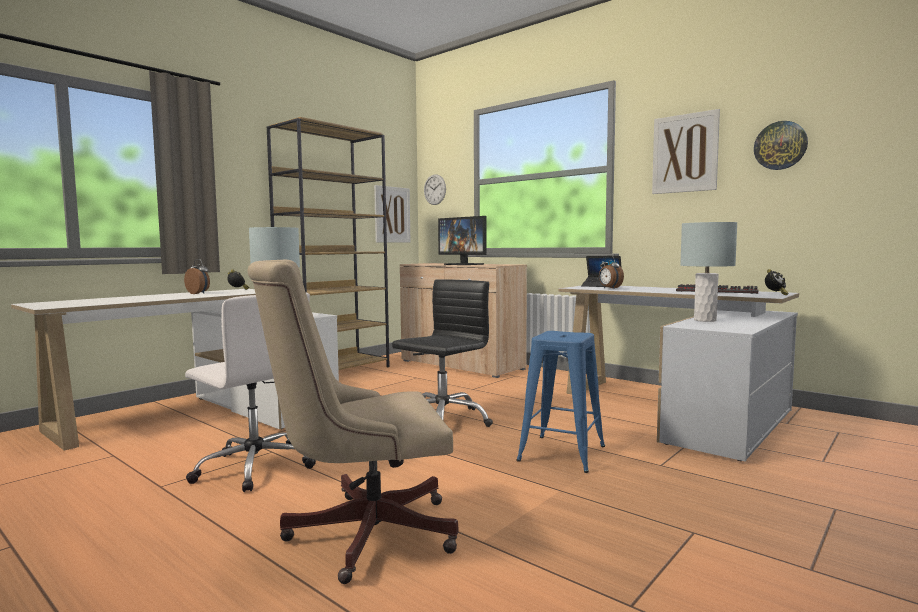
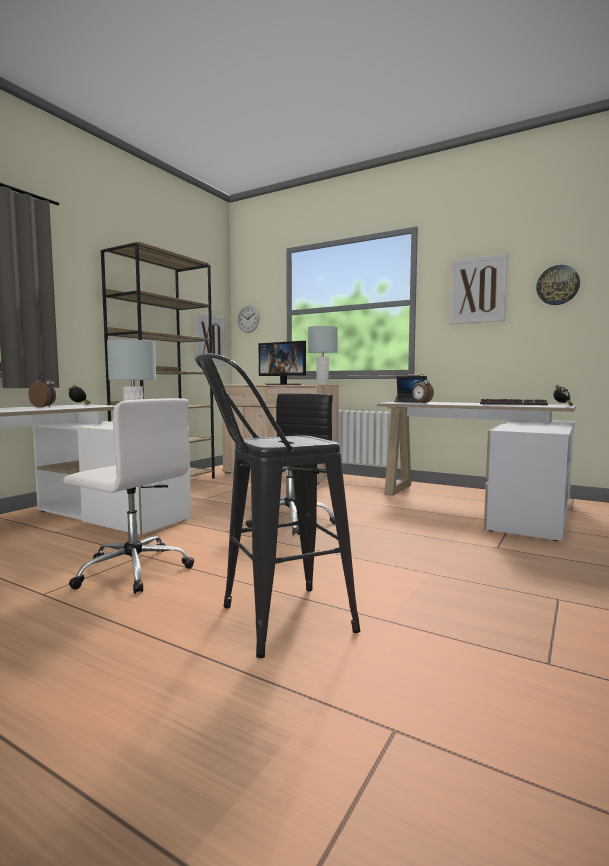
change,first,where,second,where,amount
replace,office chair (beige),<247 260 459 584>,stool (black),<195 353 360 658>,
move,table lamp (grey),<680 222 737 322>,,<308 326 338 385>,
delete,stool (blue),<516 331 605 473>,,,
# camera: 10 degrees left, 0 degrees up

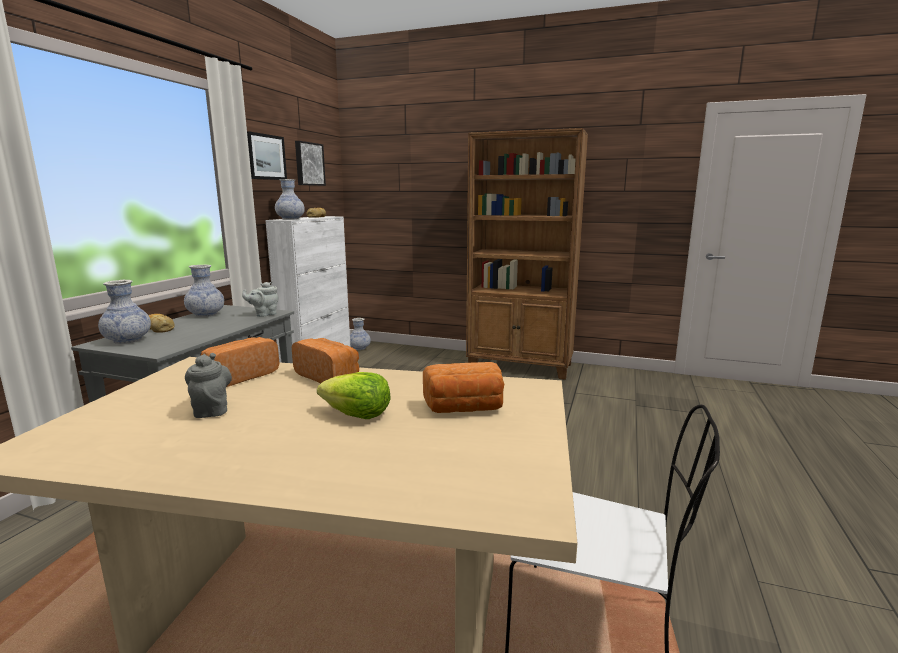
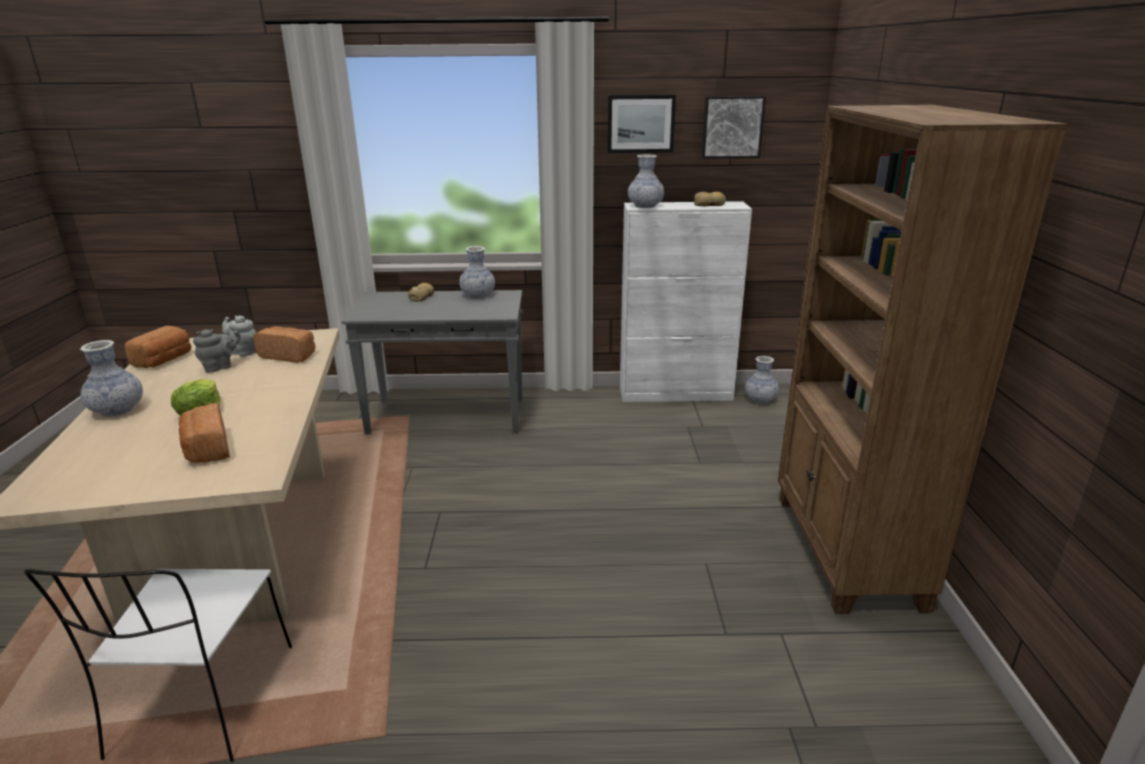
change,first,where,second,where,amount
move,vase,<98 280 151 344>,,<80 340 143 417>,
move,bread,<292 338 359 384>,,<125 326 191 368>,
move,teapot (grey),<242 282 278 317>,,<222 316 256 357>,
# camera: 70 degrees right, 10 degrees up

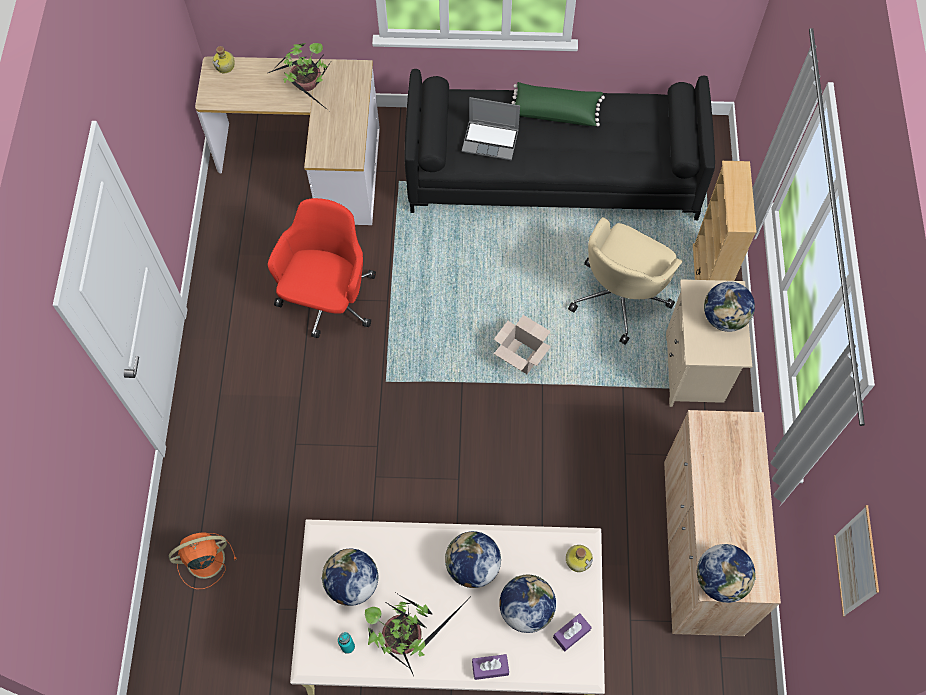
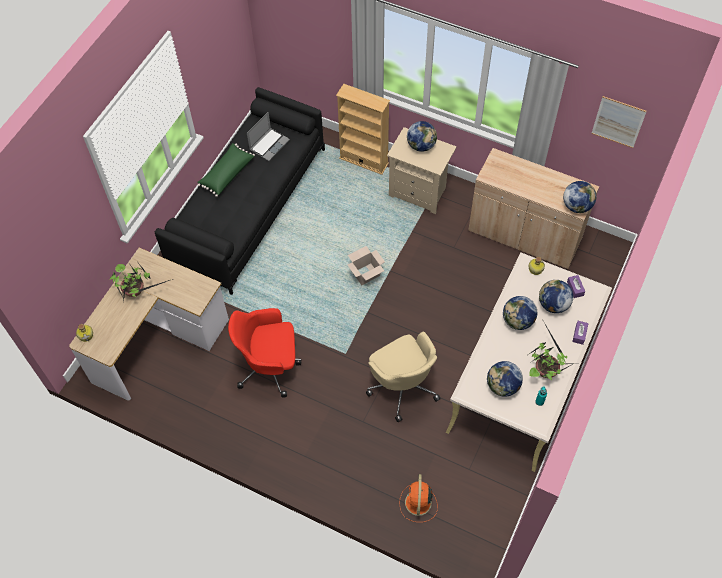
change,first,where,second,where,amount
rotate,office chair (red),<268 198 376 338>,,<228 308 301 398>,45 degrees counterclockwise
move,laptop,<462 97 520 160>,,<247 112 290 161>,
move,office chair (beige),<568 217 683 345>,,<366 332 440 422>,
# camera: 65 degrees left, 5 degrees down

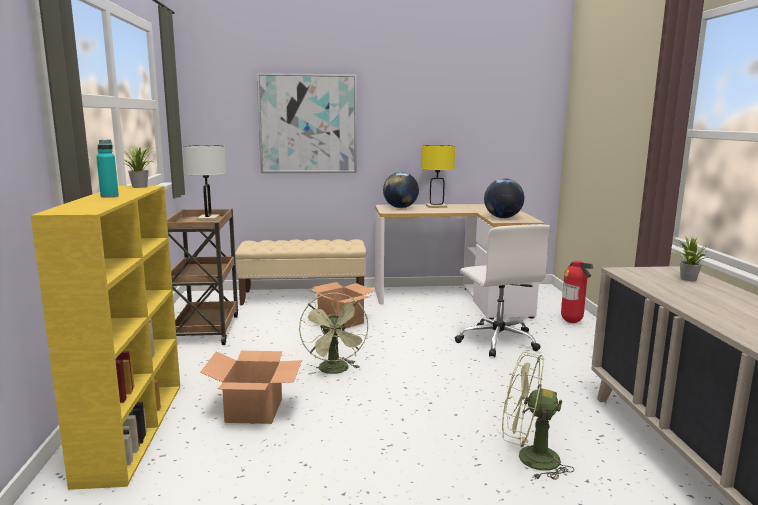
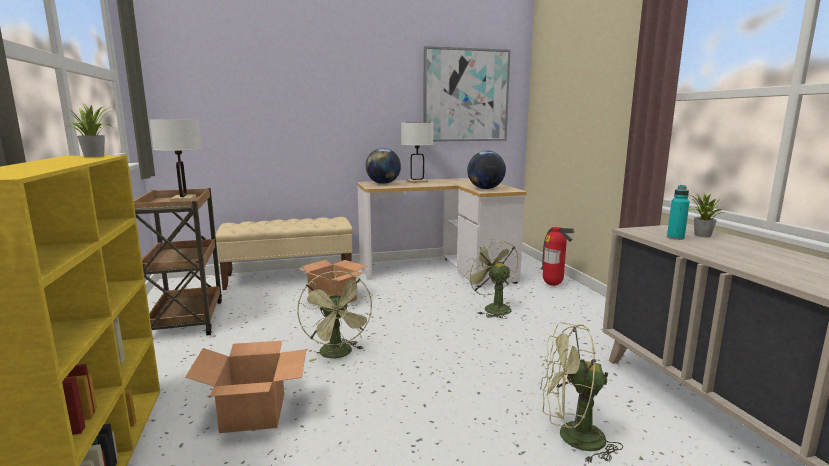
change,first,where,second,where,amount
recolor,table lamp (yellow),<421 145 455 208>,table lamp (white),<401 122 434 183>,
move,picture,<257 73 357 173>,,<423 46 511 142>,
replace,office chair (white),<455 224 550 357>,fan (green),<465 238 519 319>,
move,bottle (turquoise),<96 139 119 198>,,<667 185 690 240>,
# camera: 10 degrees left, 0 degrees up

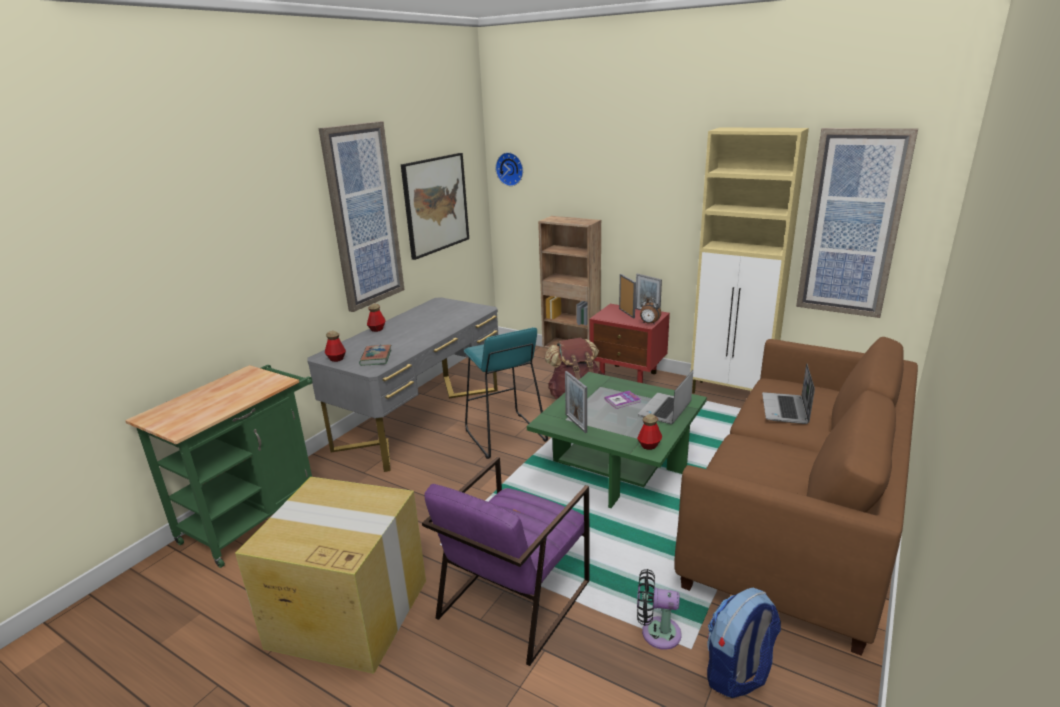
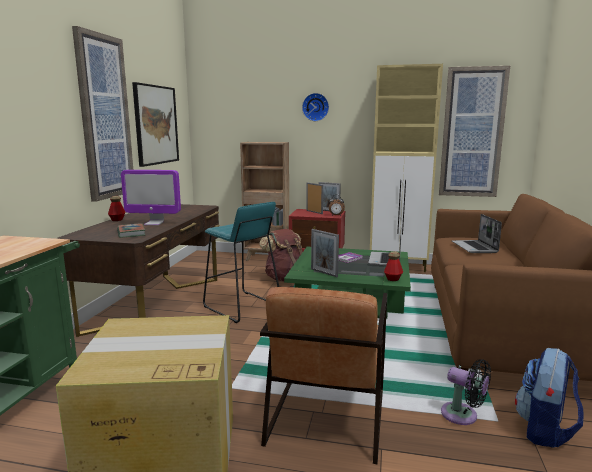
change,first,where,second,where,amount
recolor,desk (grey),<307 297 498 472>,desk (brown),<58 204 220 337>,
insert,,,monitor,<121 170 181 225>,
recolor,armchair (purple),<422 457 590 666>,armchair (brown),<260 285 387 464>,
move,wall clock,<496 152 523 186>,,<302 93 329 121>,
rotate,fan (black),<637 569 682 650>,,<441 359 491 425>,135 degrees counterclockwise
delete,bottle,<325 331 346 362>,,,
# camera: 20 degrees left, 10 degrees down

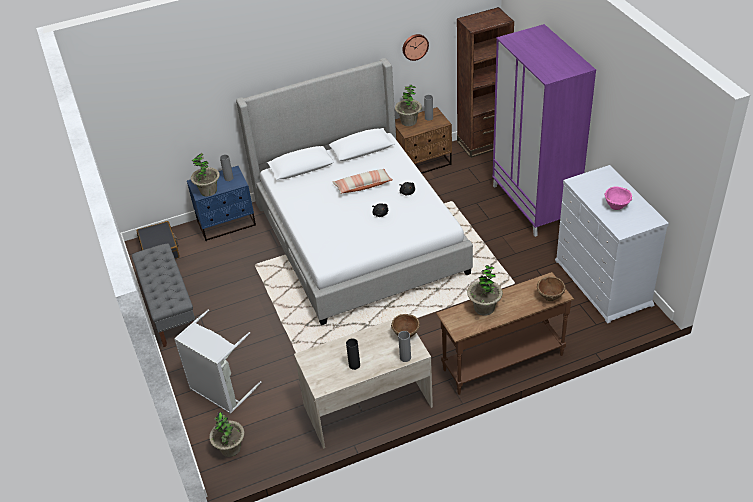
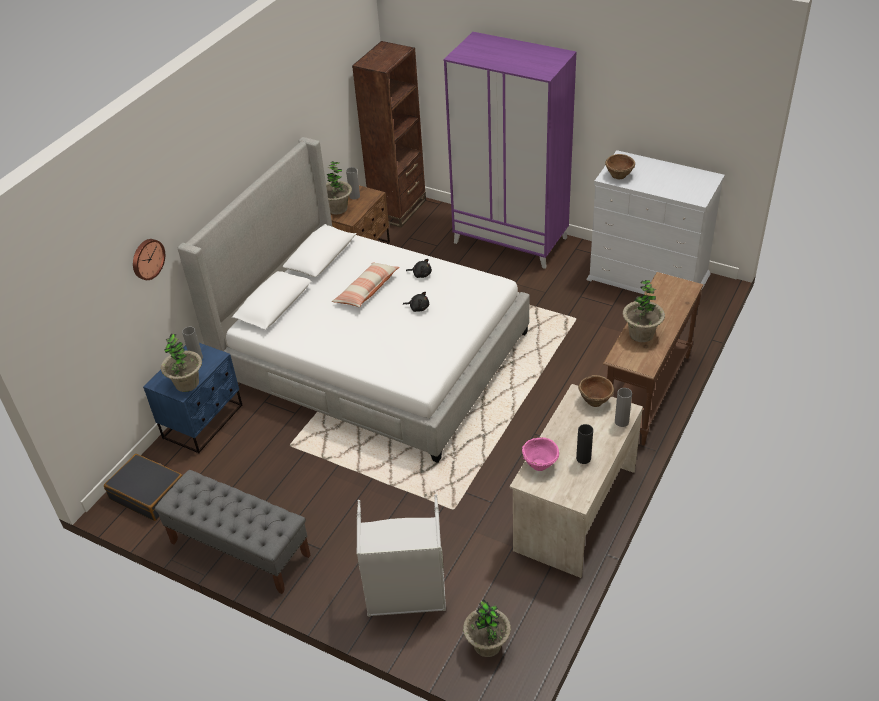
change,first,where,second,where,amount
move,wall clock,<402 34 429 61>,,<133 239 165 280>,
move,bowl (pink),<604 186 632 210>,,<522 437 559 471>,
move,bowl (brown),<537 276 566 301>,,<605 154 635 179>,
# camera: 40 degrees left, 0 degrees up

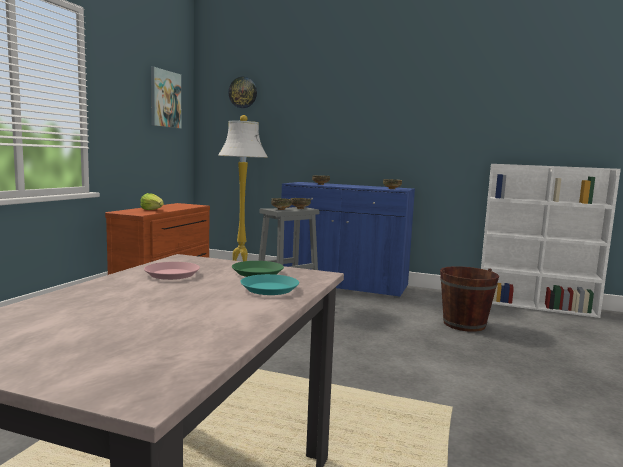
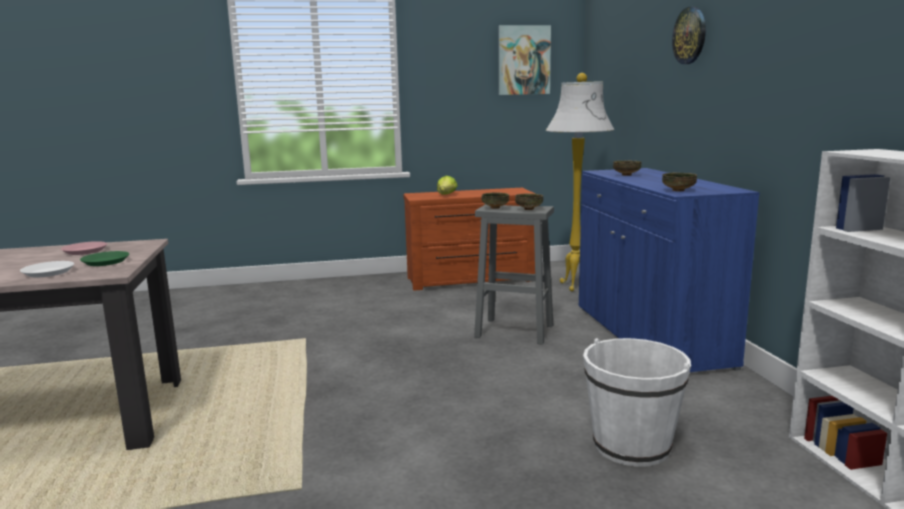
change,first,where,second,where,amount
recolor,plate (turquoise),<240 274 299 295>,plate (white),<20 261 74 277>,
recolor,bucket (brown),<440 266 499 332>,bucket (white),<583 338 691 467>,
move,wall clock,<228 77 257 108>,,<672 7 706 64>,
# camera: 60 degrees right, 5 degrees up

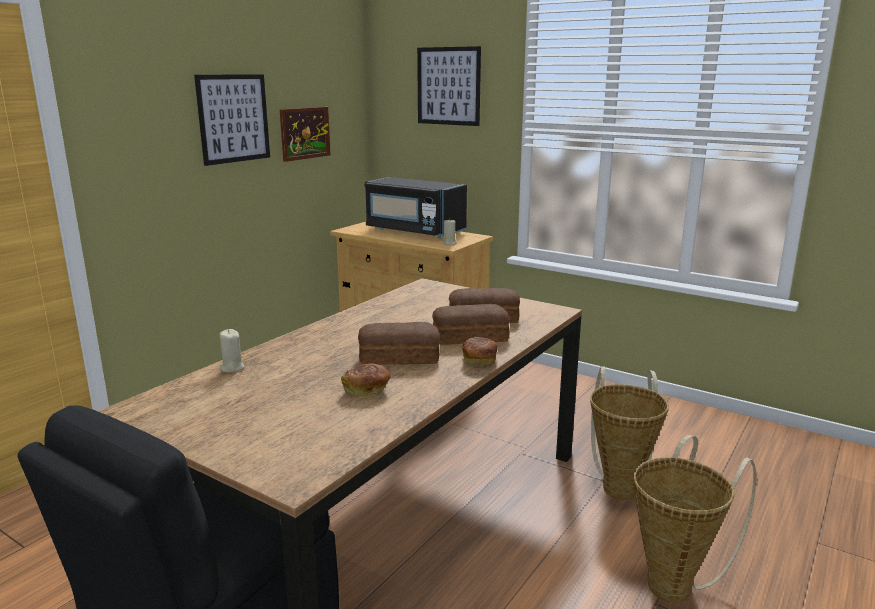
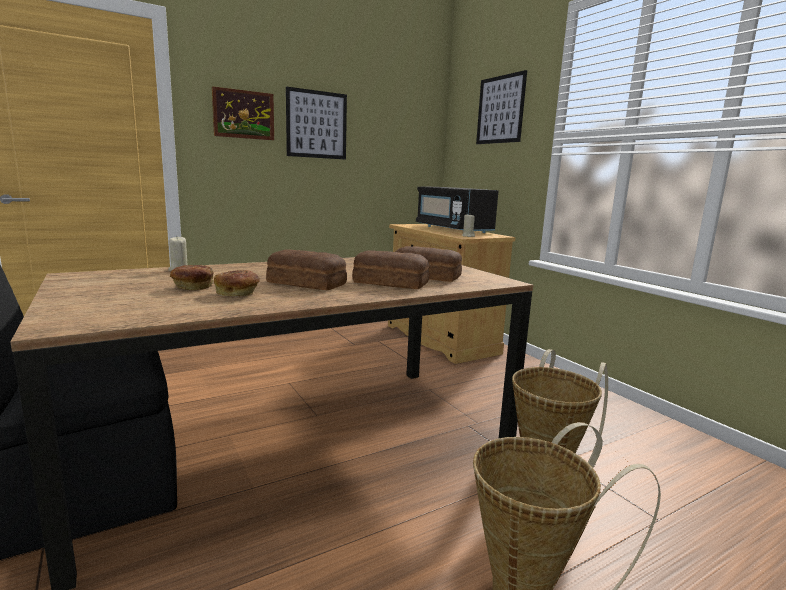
change,first,where,second,where,amount
move,bread,<461 337 498 366>,,<170 265 214 290>,
move,picture,<280 107 331 162>,,<212 86 274 140>,
# camera: 25 degrees right, 5 degrees down

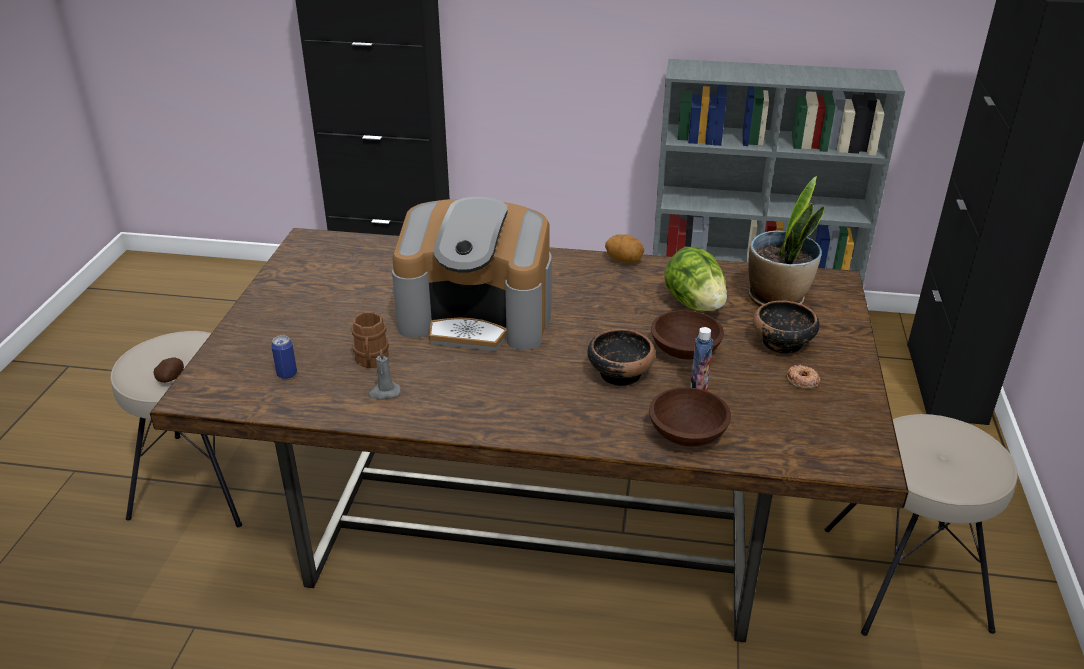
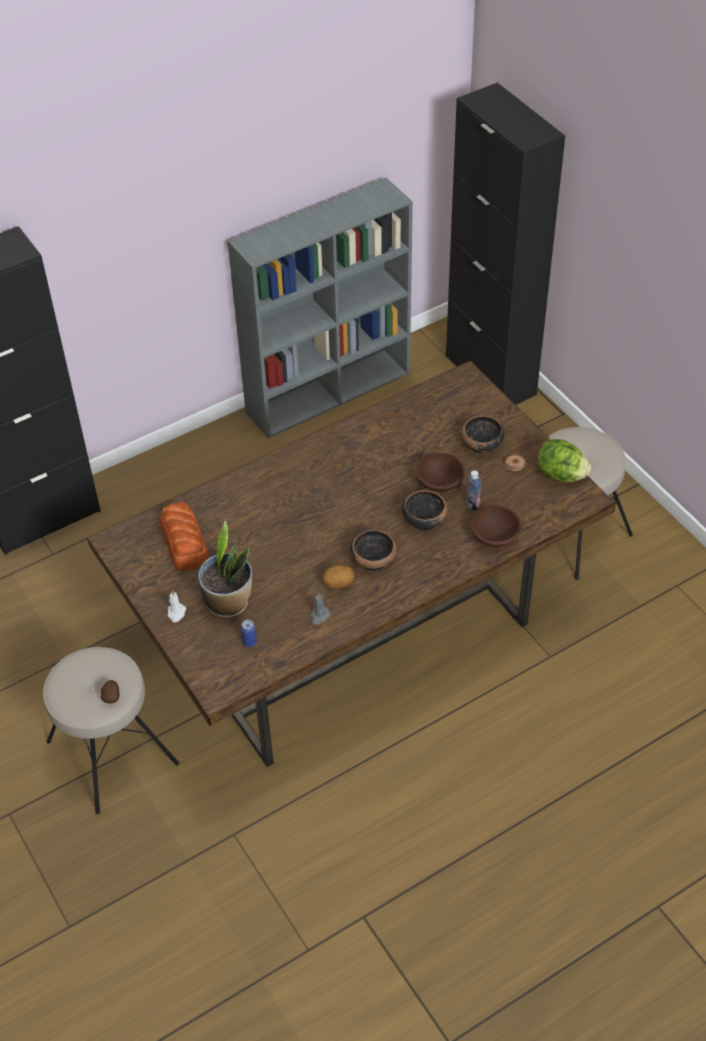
change,first,where,second,where,amount
insert,,,bread,<160 502 210 571>,
insert,,,candle (white),<167 590 186 622>,
move,potted plant,<748 176 825 306>,,<198 520 252 618>,
move,potato,<605 234 644 263>,,<322 565 355 588>,
insert,,,bowl,<350 529 397 572>,
move,lettuce,<664 247 727 311>,,<537 439 591 482>,
delete,mug (brown),<352 312 389 368>,,,
delete,coffee machine,<392 197 552 352>,,,
# camera: 40 degrees left, 15 degrees up

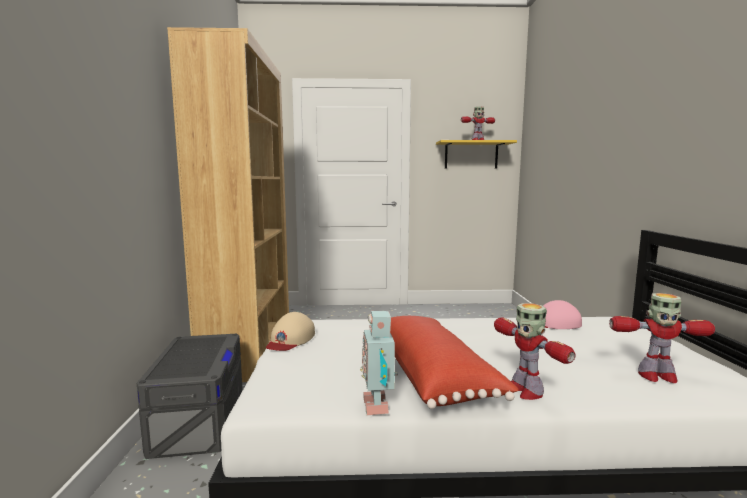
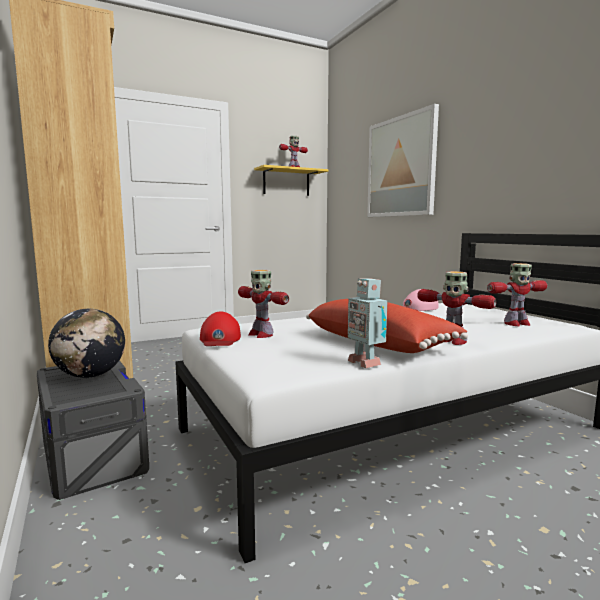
change,first,where,second,where,amount
insert,,,globe,<48 309 125 378>,
recolor,cap (beige),<266 312 315 351>,cap (red),<200 311 241 346>,
insert,,,toy robot,<238 270 289 338>,
insert,,,picture,<367 104 439 217>,
# camera: 25 degrees left, 0 degrees up

